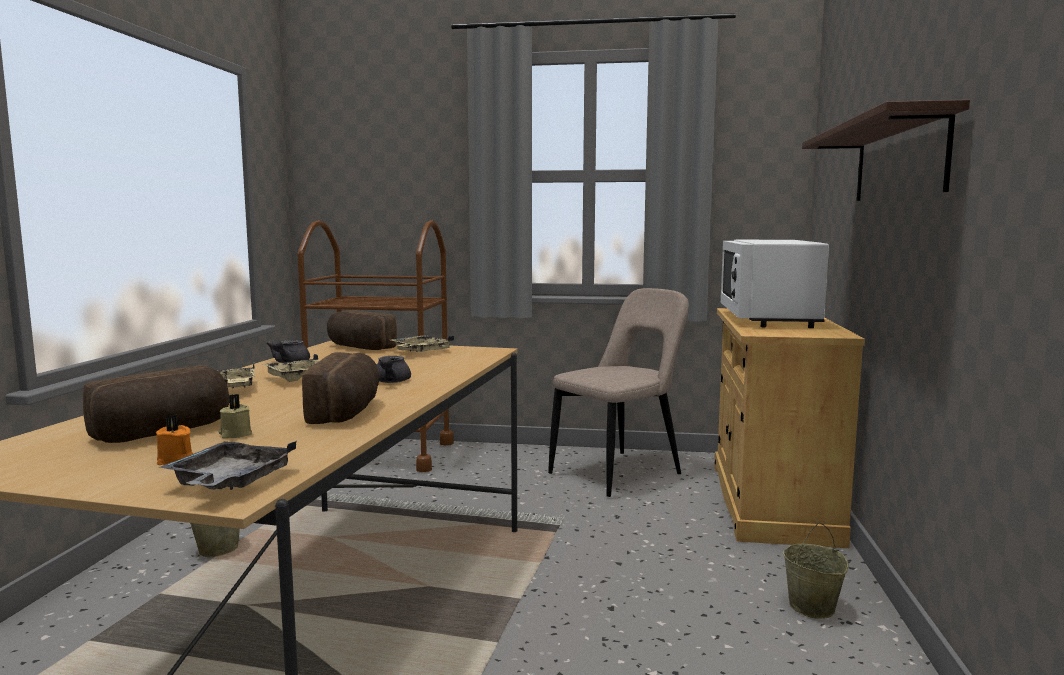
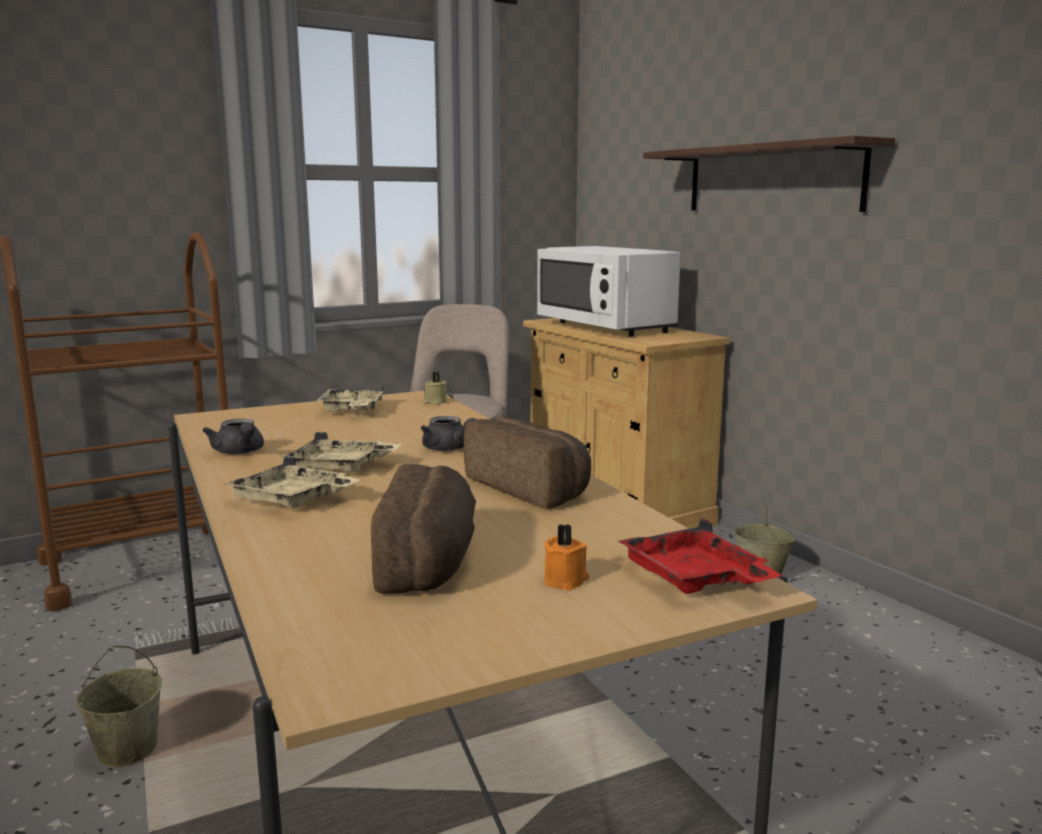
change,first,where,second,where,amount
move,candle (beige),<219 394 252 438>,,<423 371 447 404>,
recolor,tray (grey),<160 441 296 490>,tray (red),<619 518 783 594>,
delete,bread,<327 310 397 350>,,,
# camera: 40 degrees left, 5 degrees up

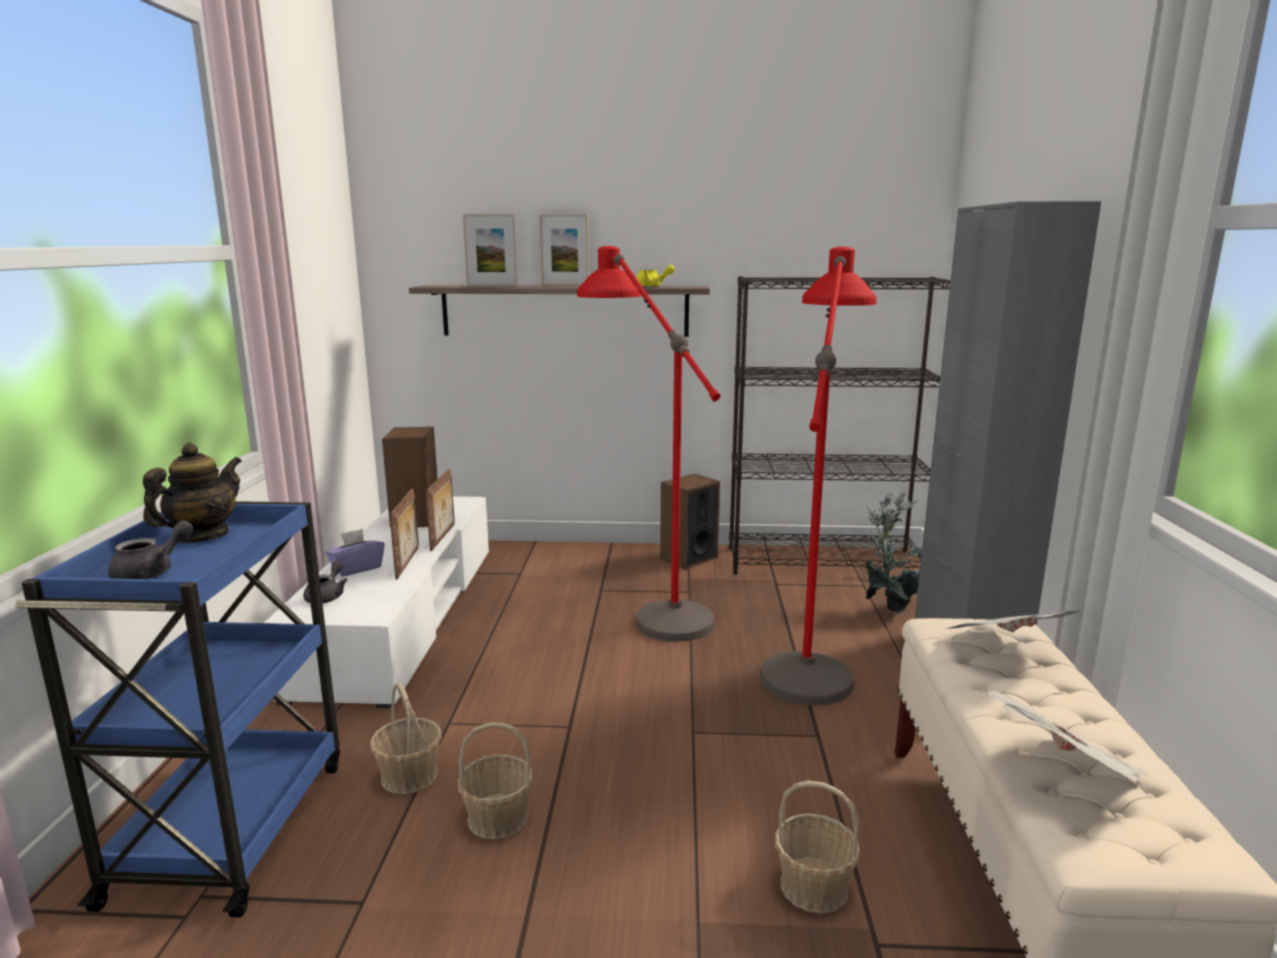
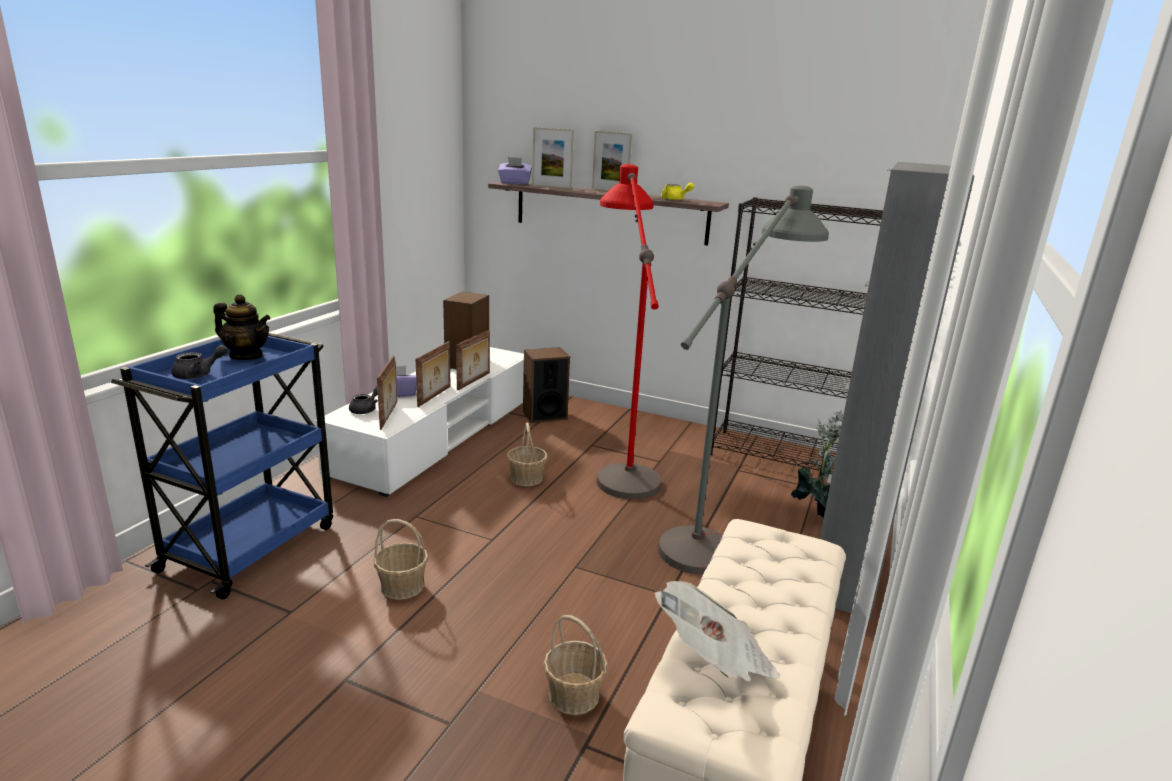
change,first,where,second,where,amount
rotate,teapot,<143 443 241 543>,,<214 294 270 360>,60 degrees clockwise
insert,,,picture frame,<377 356 398 430>,
insert,,,tissue box (purple),<498 157 532 185>,
move,basket,<370 682 442 794>,,<507 422 547 486>,
move,speaker,<660 474 720 570>,,<523 347 570 423>,
recolor,floor lamp (red),<760 247 877 705>,floor lamp (grey),<657 185 829 575>,
delete,newspaper,<945 611 1079 632>,,,
# camera: 20 degrees right, 5 degrees up

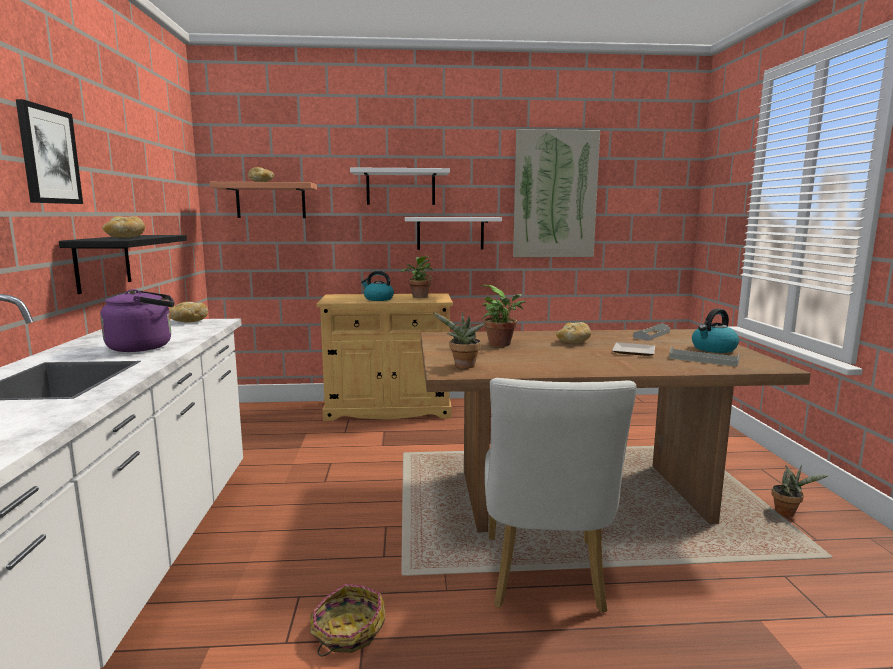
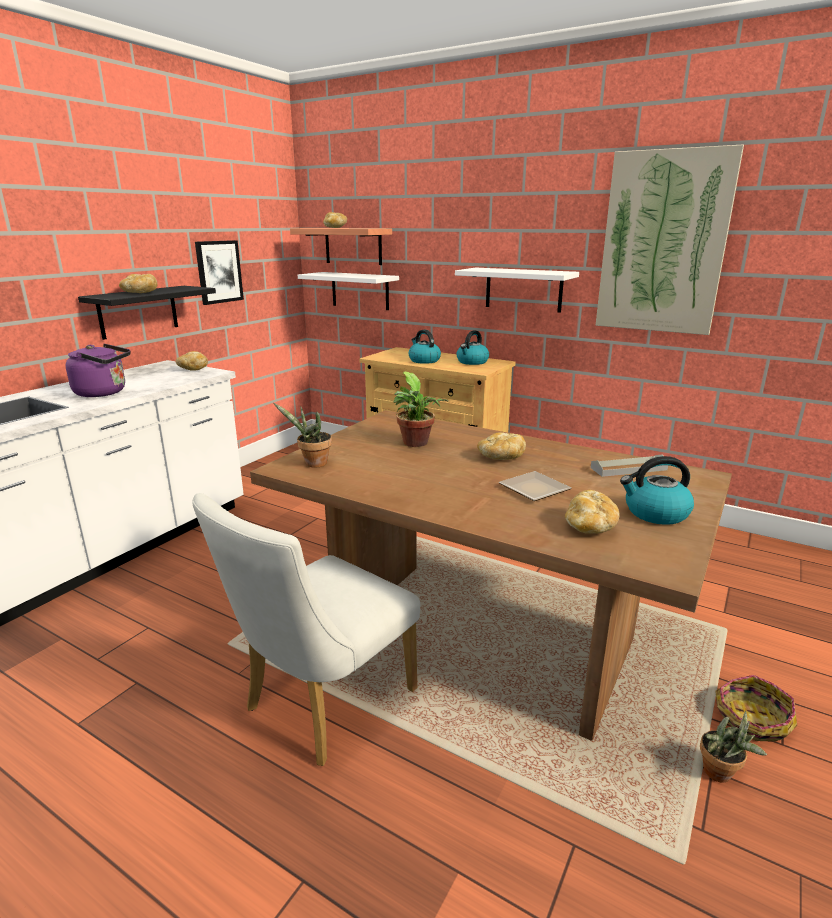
change,first,where,second,where,amount
move,picture,<16 99 83 204>,,<195 240 244 305>,
move,shelf (white),<350 167 450 205>,,<298 272 399 310>,
replace,potted plant,<401 256 433 298>,kettle,<457 331 489 365>,
replace,tray (grey),<669 346 740 367>,bread,<565 490 619 534>,
move,basket,<310 584 385 656>,,<715 675 797 742>,
# camera: 35 degrees right, 10 degrees up

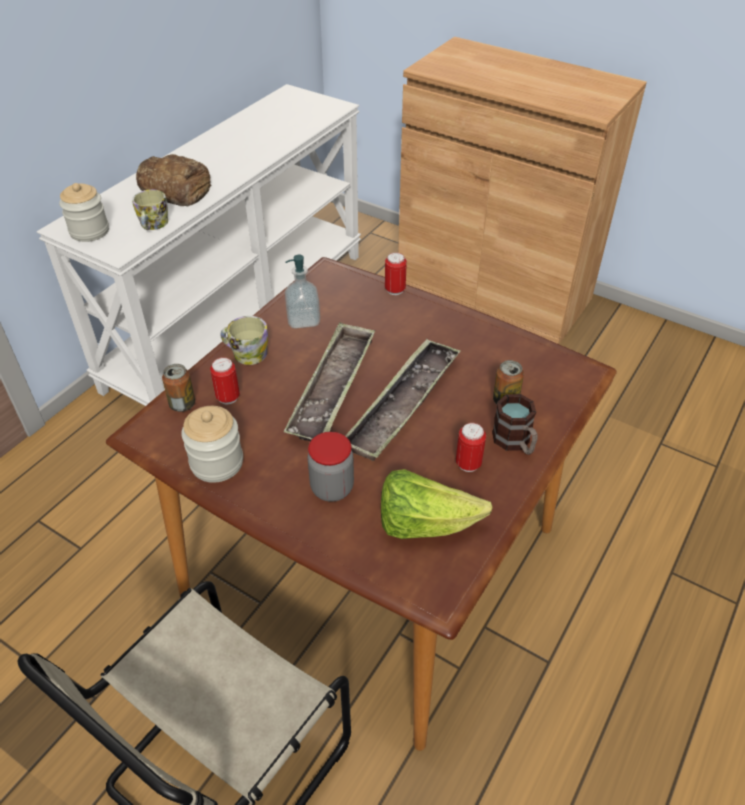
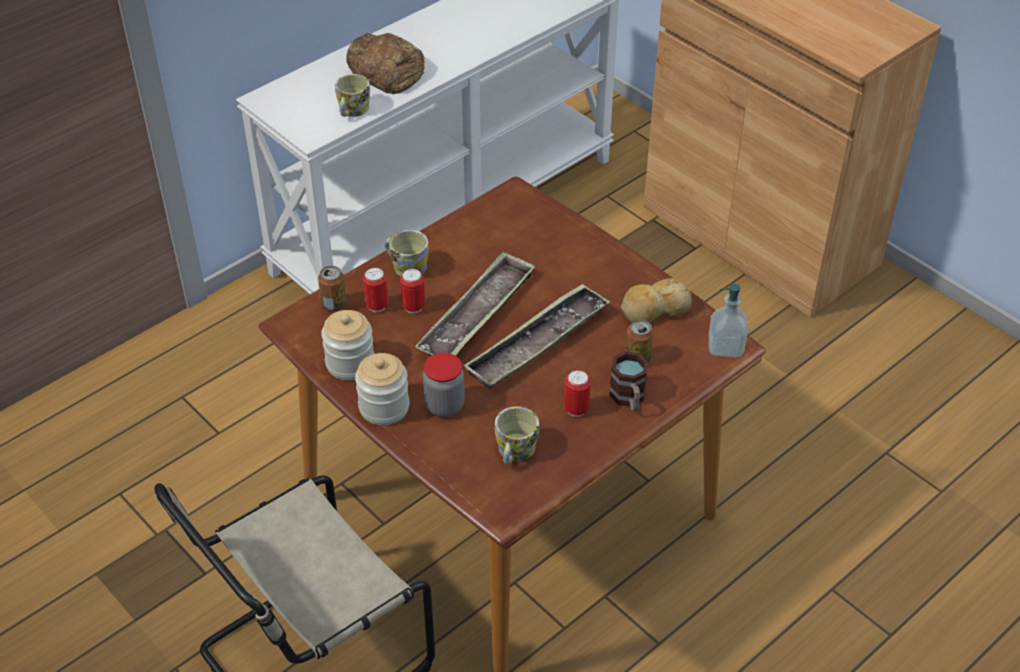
change,first,where,second,where,amount
move,jar,<59 183 109 242>,,<355 353 409 425>,
move,can,<385 252 407 295>,,<400 269 425 313>,
replace,lettuce,<381 469 493 539>,mug,<494 406 539 465>,
insert,,,bread,<621 278 692 323>,
move,soap dispenser,<285 255 320 329>,,<709 284 747 357>,
# camera: 15 degrees right, 0 degrees up

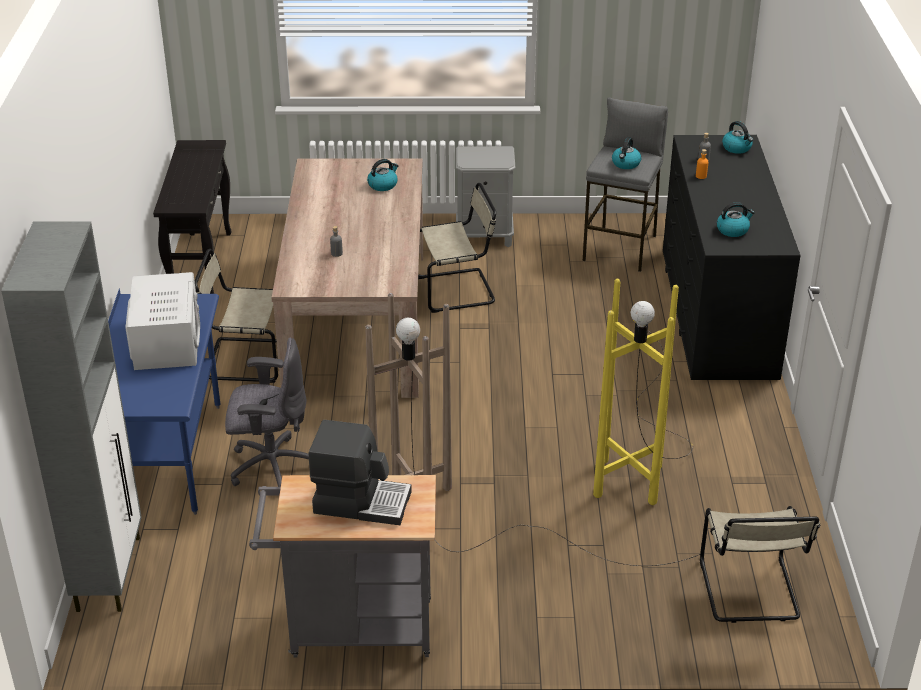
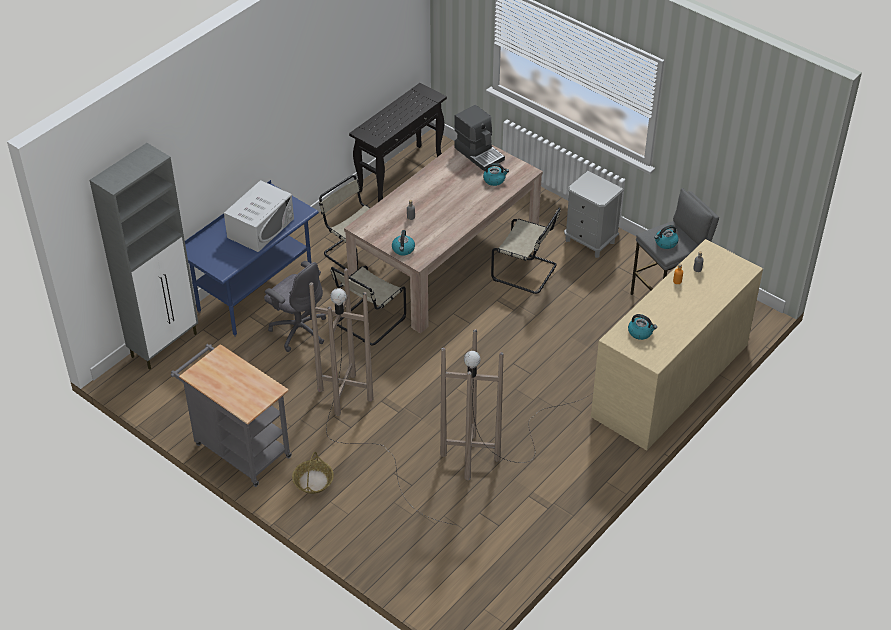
change,first,where,second,where,amount
insert,,,basket,<292 452 334 494>,
move,chair (beige),<700 506 820 623>,,<331 266 406 345>,
move,kettle,<722 121 753 154>,,<392 230 415 255>,
recolor,floor lamp (yellow),<593 279 693 505>,floor lamp (brown),<440 329 593 480>,
move,coffee machine,<308 420 412 525>,,<454 105 505 171>,
recolor,dresser (black),<663 135 801 380>,dresser (beige),<591 239 763 451>,
# camera: 40 degrees right, 10 degrees up

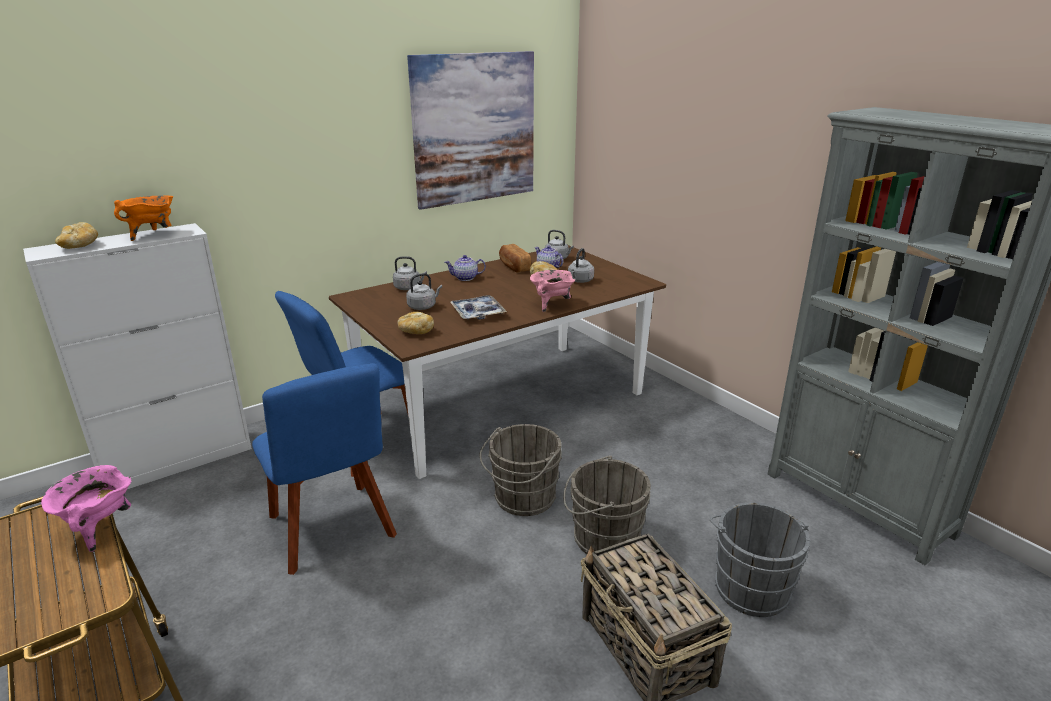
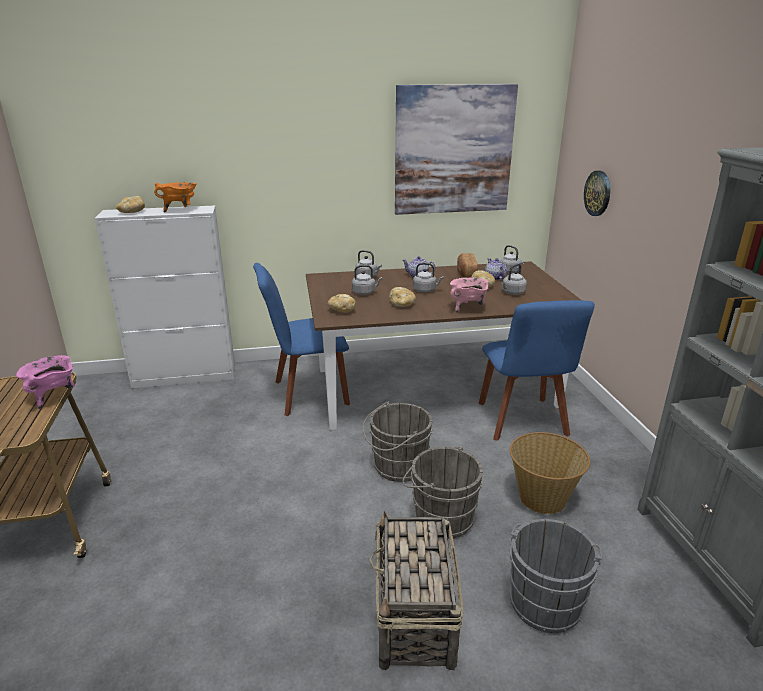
change,first,where,second,where,amount
replace,tray,<450 295 507 320>,bread,<389 287 416 307>,
insert,,,kettle (grey),<413 263 444 292>,
move,chair (blue),<252 363 397 575>,,<479 300 595 441>,
insert,,,basket,<510 432 590 514>,
insert,,,wall clock,<584 171 610 216>,
# camera: 25 degrees right, 0 degrees up

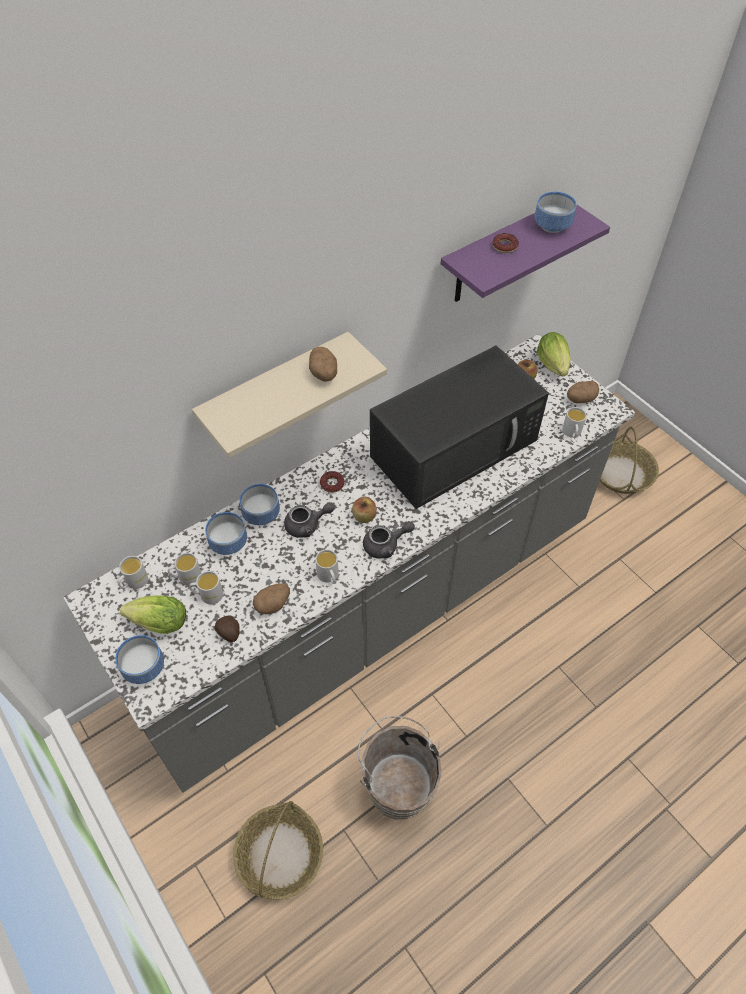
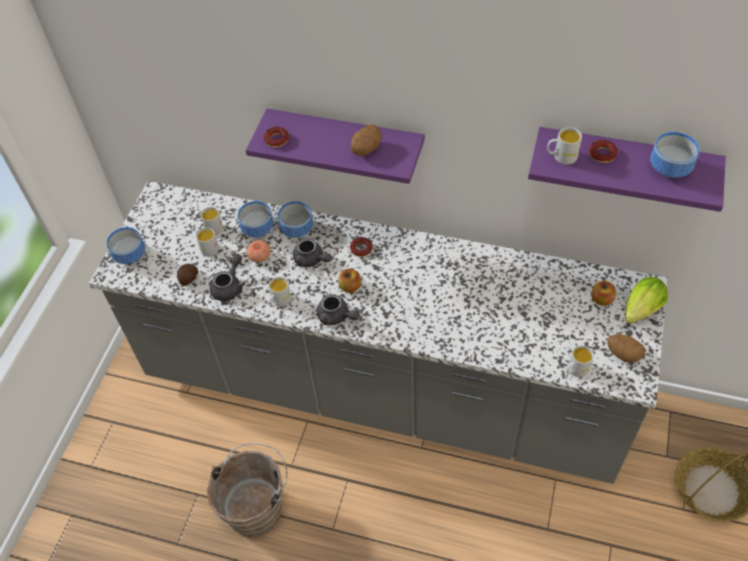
change,first,where,second,where,amount
replace,potato,<253 583 290 614>,teapot (grey),<210 254 245 301>,
recolor,shelf (beige),<192 332 387 458>,shelf (purple),<246 109 425 184>,
insert,,,tomato,<246 240 271 263>,
insert,,,donut,<263 127 289 148>,
move,mug (white),<118 556 148 589>,,<547 127 582 165>,
delete,lettuce,<120 595 186 634>,,,
delete,basket,<233 801 323 900>,,,
delete,microwave (black),<370 345 549 509>,,,
# camera: 55 degrees right, 0 degrees up

